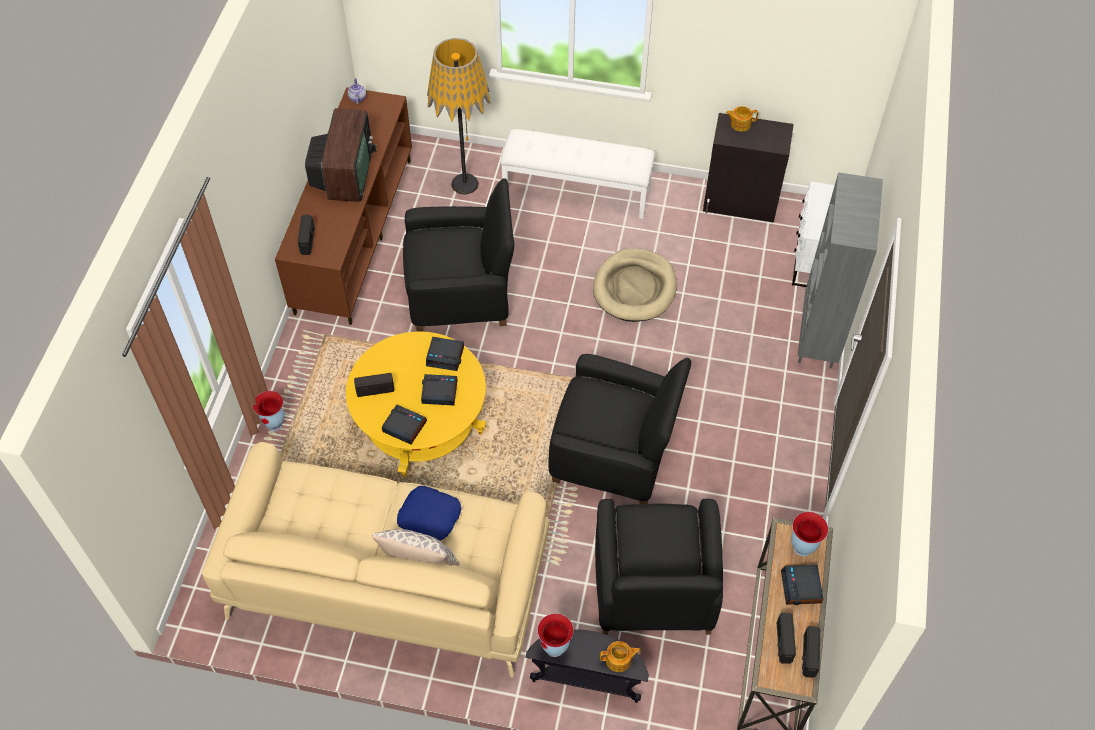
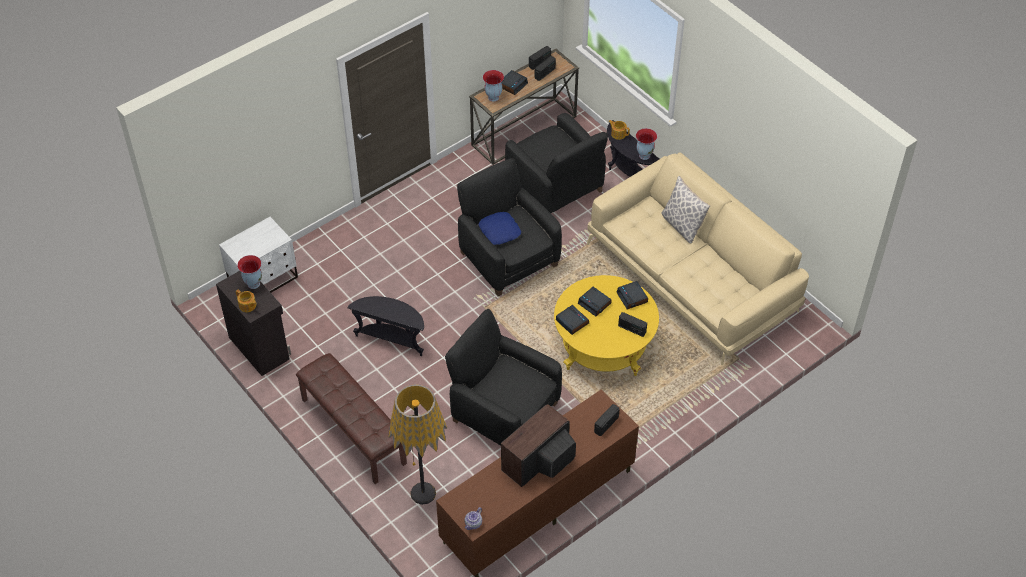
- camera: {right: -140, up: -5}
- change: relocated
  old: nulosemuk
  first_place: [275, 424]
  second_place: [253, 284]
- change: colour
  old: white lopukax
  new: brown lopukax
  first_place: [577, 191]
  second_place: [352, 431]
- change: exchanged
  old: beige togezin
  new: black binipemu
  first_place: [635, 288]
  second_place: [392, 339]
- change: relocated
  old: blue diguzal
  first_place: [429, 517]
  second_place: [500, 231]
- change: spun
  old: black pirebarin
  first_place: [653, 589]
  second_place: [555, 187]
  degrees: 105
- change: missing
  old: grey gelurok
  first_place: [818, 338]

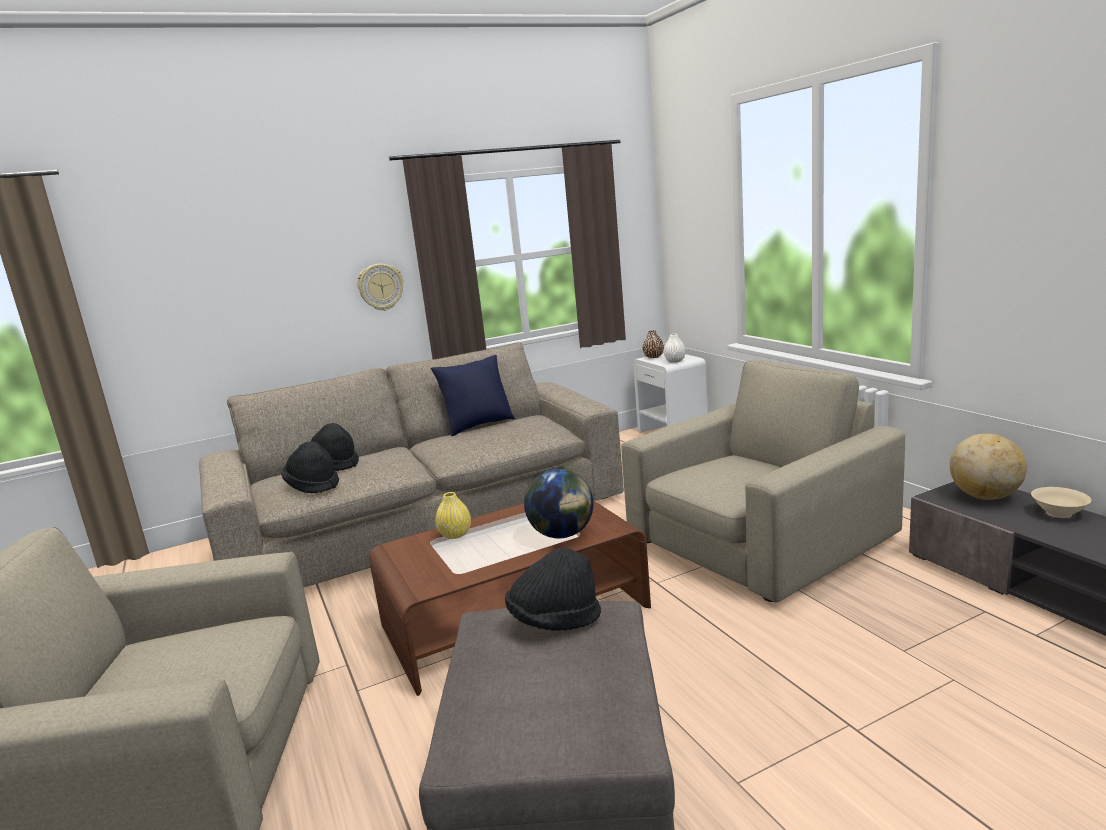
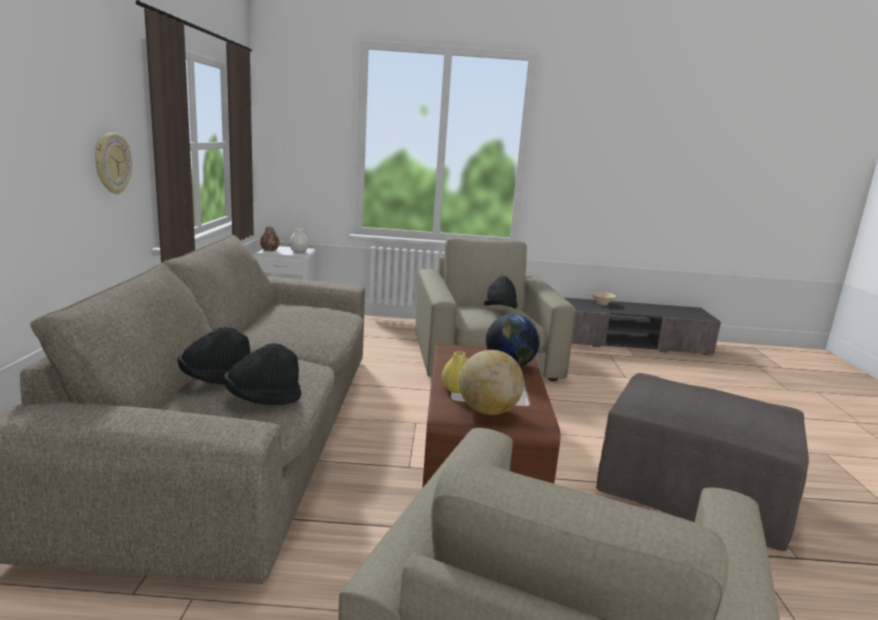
- camera: {right: -65, up: 0}
- change: relocated
  old: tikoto
  first_place: [985, 496]
  second_place: [488, 411]
- change: relocated
  old: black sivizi
  first_place: [555, 620]
  second_place: [500, 310]
- change: missing
  old: blue diguzal
  first_place: [478, 426]

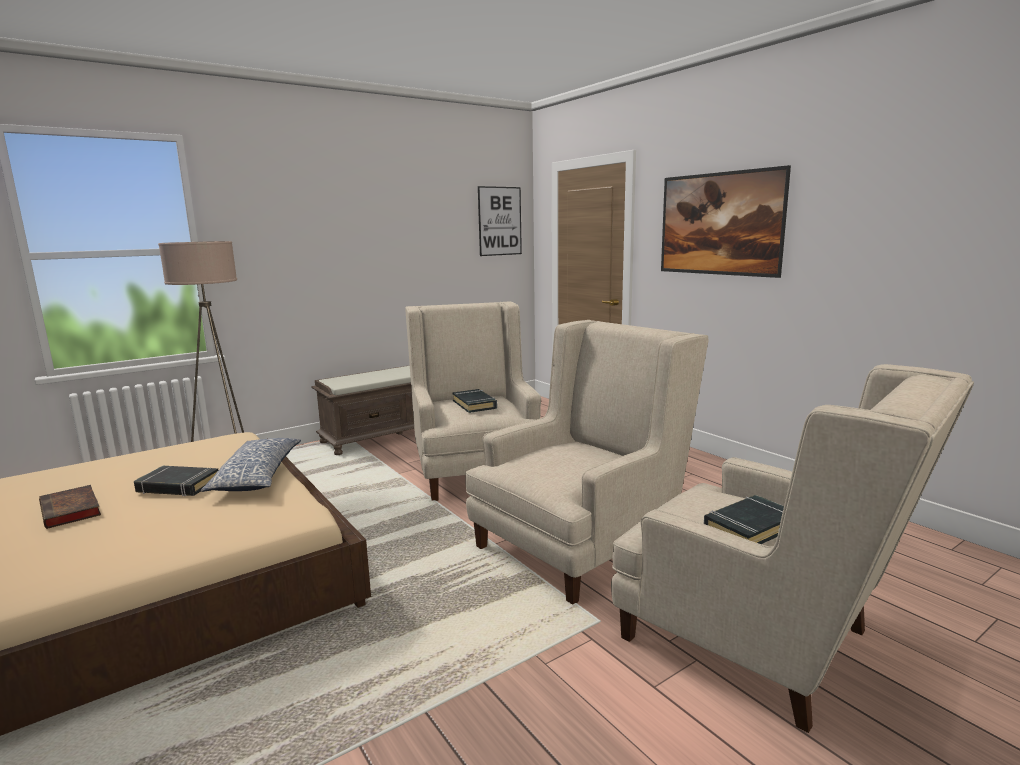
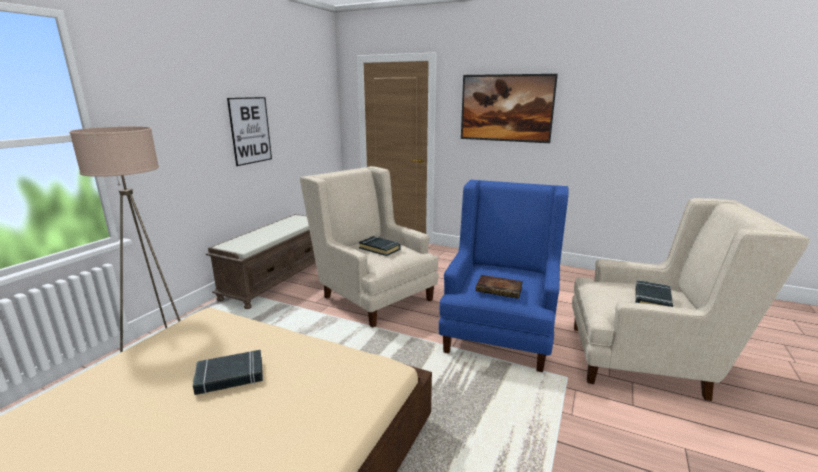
- camera: {right: -30, up: 5}
- change: relocated
  old: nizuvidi
  first_place: [500, 221]
  second_place: [250, 130]
- change: colour
  old: beige pirebarin
  new: blue pirebarin
  first_place: [582, 542]
  second_place: [499, 330]
- change: relocated
  old: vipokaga
  first_place: [71, 511]
  second_place: [500, 289]
- change: missing
  old: diguzal
  first_place: [258, 476]

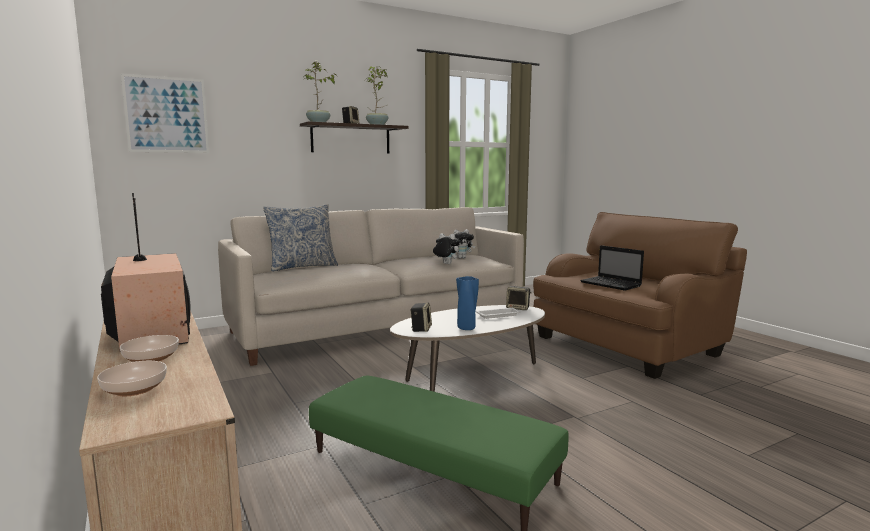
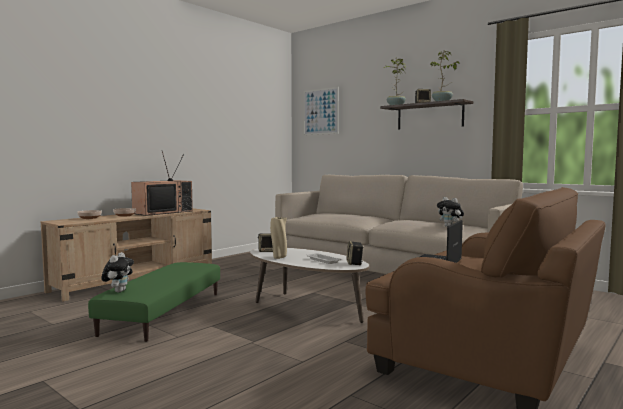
- camera: {right: 70, up: -5}
- change: relocated
  old: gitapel
  first_place: [445, 264]
  second_place: [118, 291]
- change: colour
  old: blue nulosemuk
  new: beige nulosemuk
  first_place: [467, 328]
  second_place: [279, 257]
- change: missing
  old: diguzal
  first_place: [302, 267]

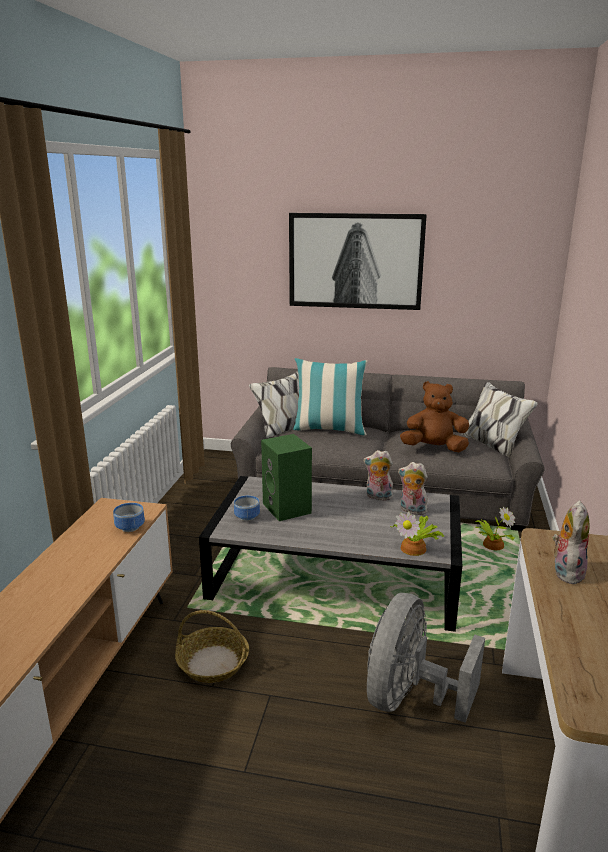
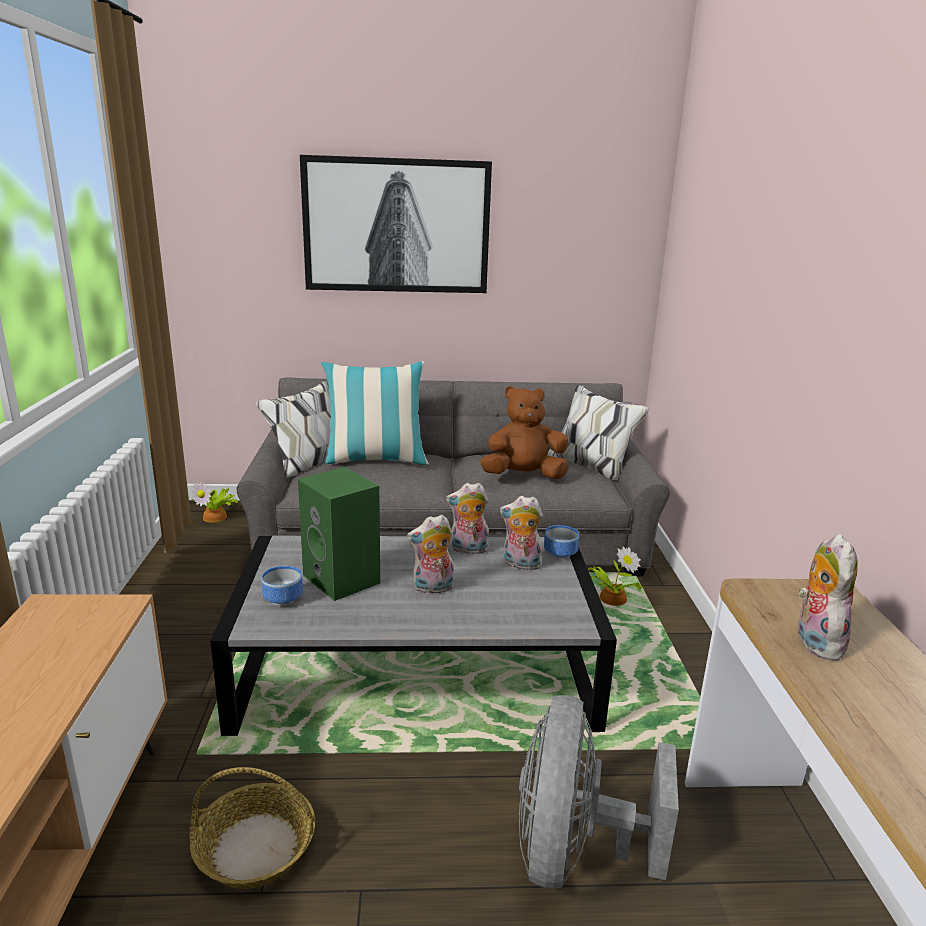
- camera: {right: -15, up: 0}
- change: relocated
  old: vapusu
  first_place: [415, 548]
  second_place: [216, 517]
- change: appeared
  new: gitapel
  second_place: [432, 589]
- change: relocated
  old: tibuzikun
  first_place: [130, 528]
  second_place: [561, 554]

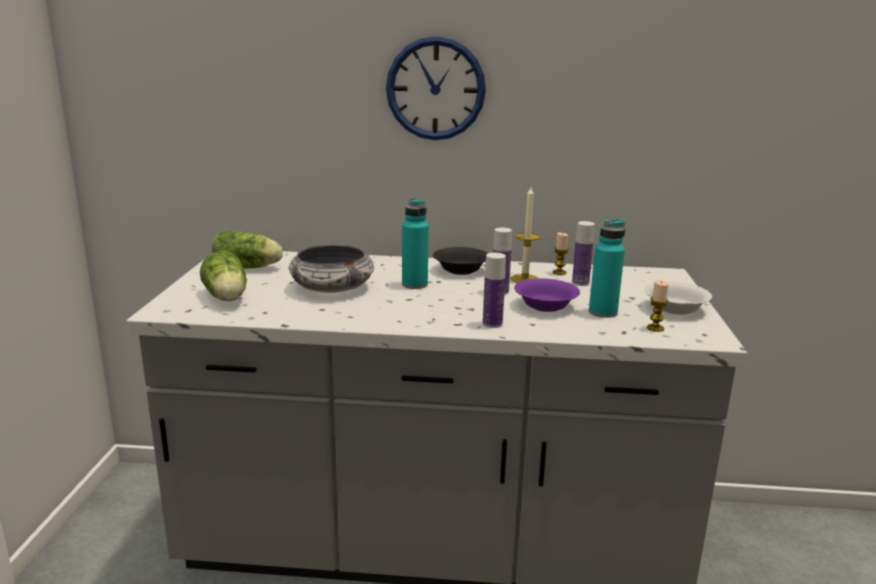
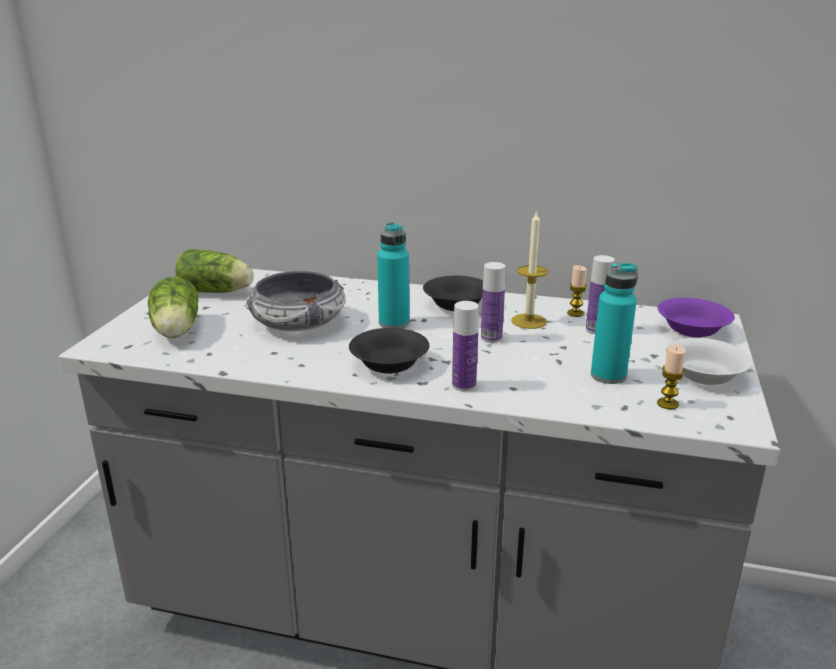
- camera: {right: 10, up: 5}
- change: appeared
  new: black tibuzikun
  second_place: [390, 364]
- change: relocated
  old: purple tibuzikun
  first_place: [544, 306]
  second_place: [691, 330]
- change: missing
  old: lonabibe
  first_place: [435, 89]

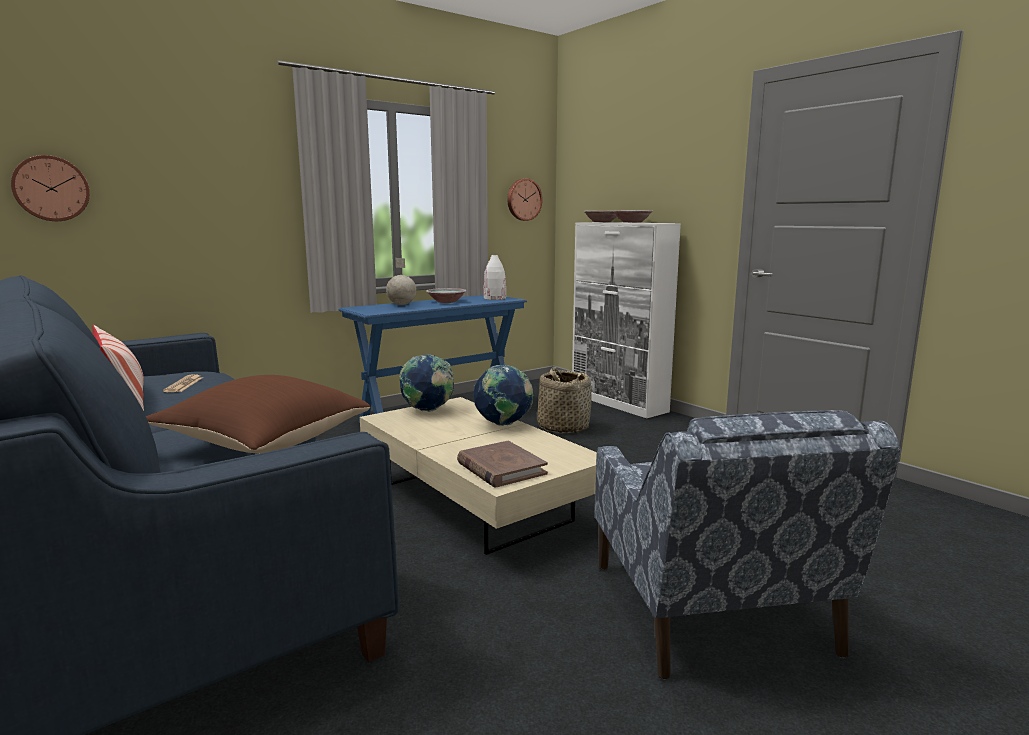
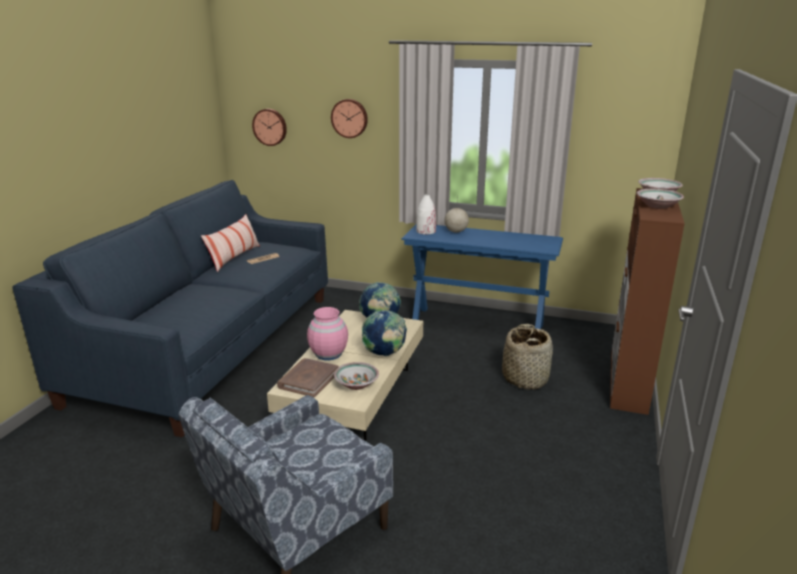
- camera: {right: 55, up: 10}
- change: appeared
  new: pink nulosemuk
  second_place: [328, 354]
- change: relocated
  old: lonabibe
  first_place: [523, 199]
  second_place: [350, 118]
- change: relocated
  old: tibuzikun
  first_place: [446, 302]
  second_place: [356, 384]
- change: relocated
  old: white nulosemuk
  first_place: [494, 298]
  second_place: [425, 231]
- change: colour
  old: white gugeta
  new: brown gugeta
  first_place: [618, 403]
  second_place: [628, 382]
- change: missing
  old: brown diguzal
  first_place: [261, 445]

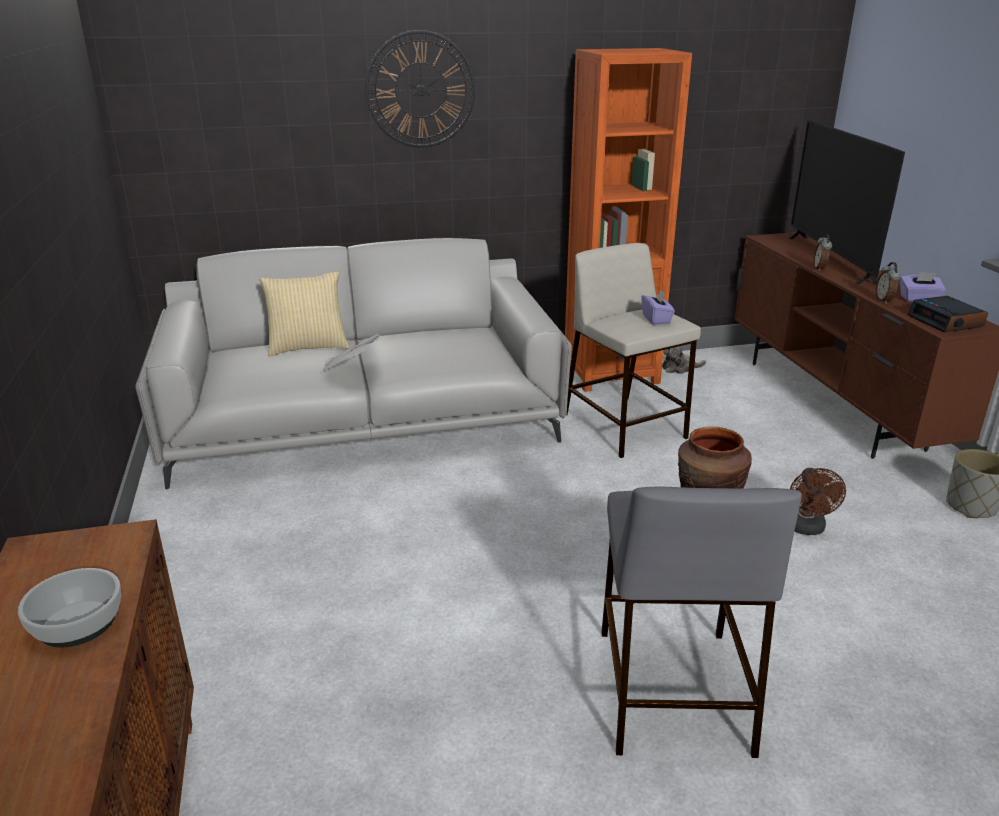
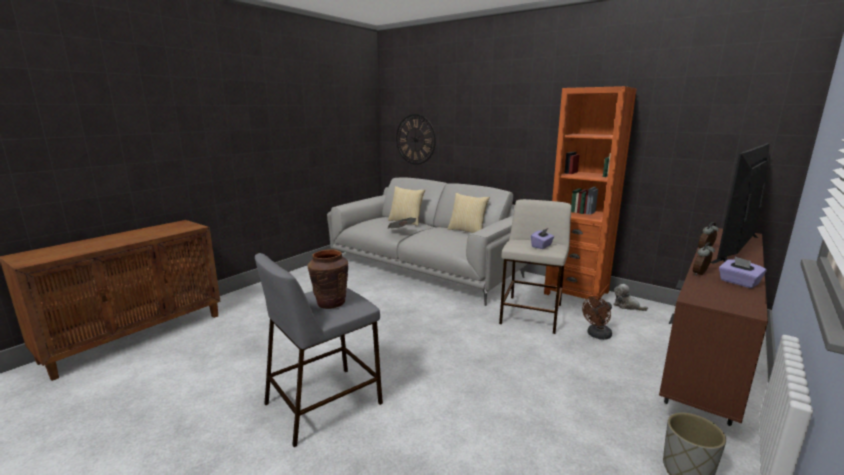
- camera: {right: 50, up: -10}
- change: relocated
  old: lonabibe
  first_place: [420, 90]
  second_place: [415, 139]
- change: appeared
  new: diguzal
  second_place: [467, 231]
- change: relocated
  old: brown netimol
  first_place: [806, 529]
  second_place: [597, 335]
- change: missing
  old: tibuzikun
  first_place: [76, 623]
- change: missing
  old: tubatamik
  first_place: [946, 321]

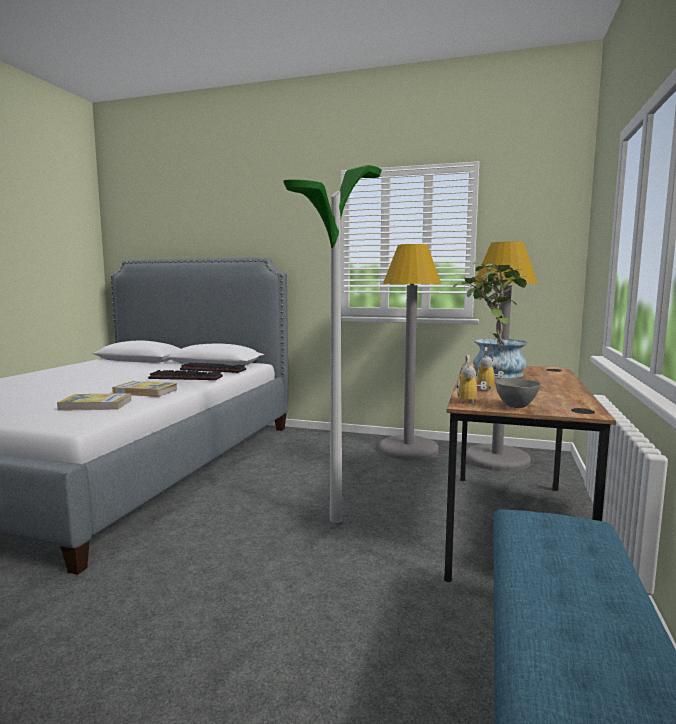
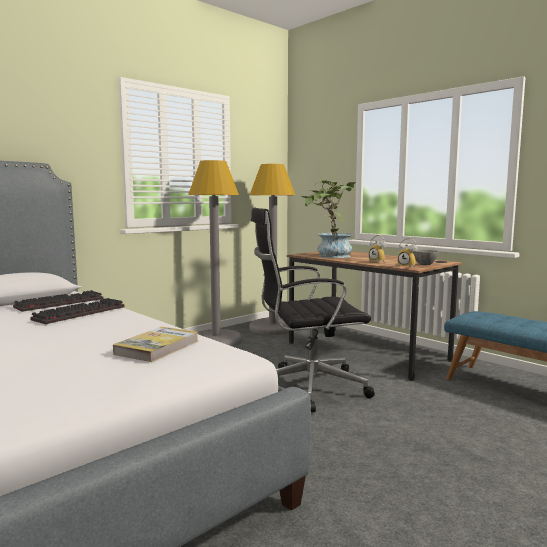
- camera: {right: -60, up: 0}
- change: exchanged
  old: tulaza
  new: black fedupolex
  first_place: [335, 519]
  second_place: [307, 387]
- change: missing
  old: vipokaga
  first_place: [145, 391]

